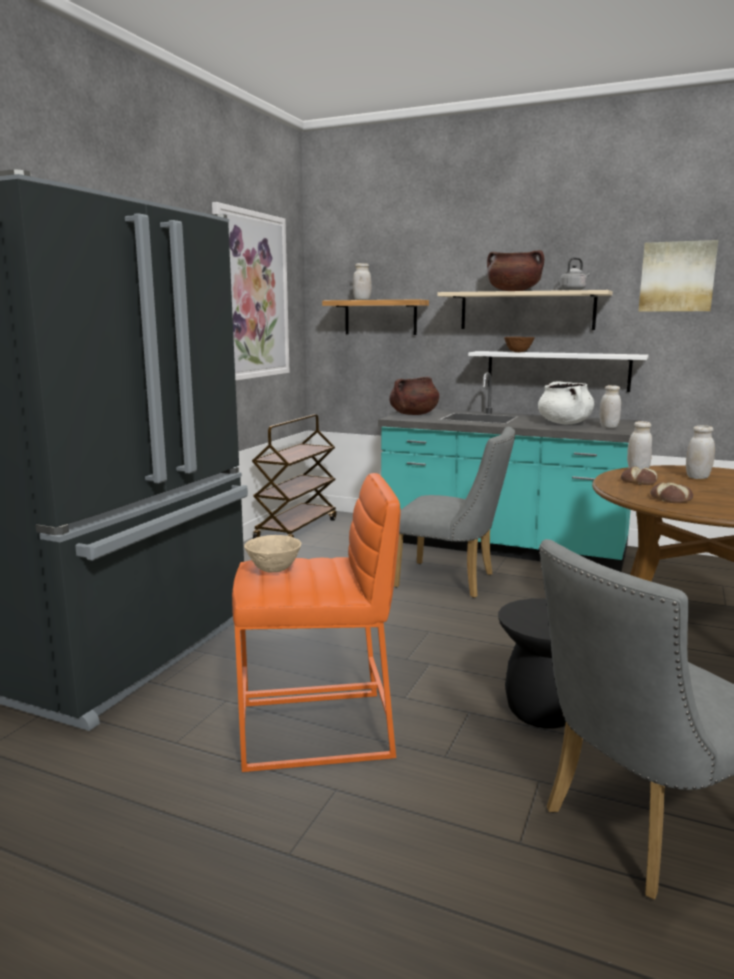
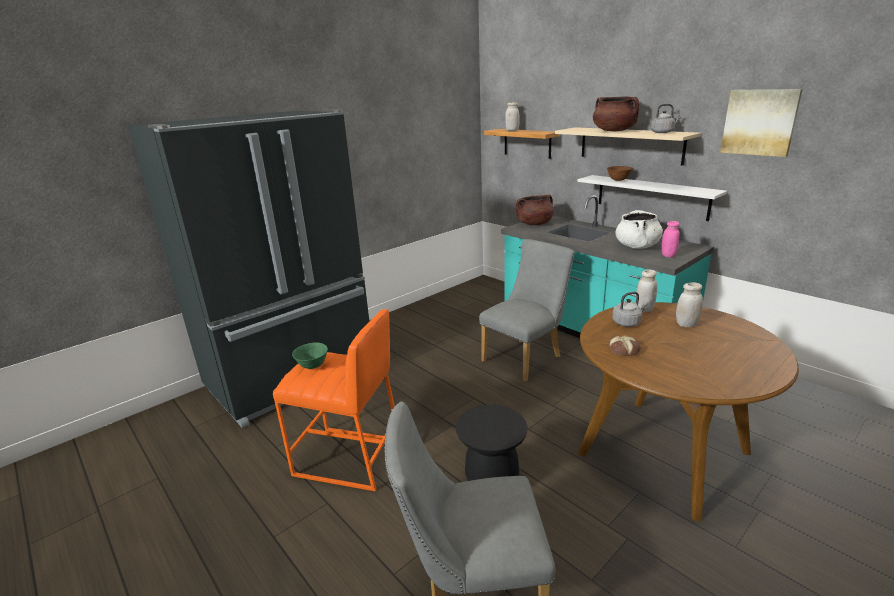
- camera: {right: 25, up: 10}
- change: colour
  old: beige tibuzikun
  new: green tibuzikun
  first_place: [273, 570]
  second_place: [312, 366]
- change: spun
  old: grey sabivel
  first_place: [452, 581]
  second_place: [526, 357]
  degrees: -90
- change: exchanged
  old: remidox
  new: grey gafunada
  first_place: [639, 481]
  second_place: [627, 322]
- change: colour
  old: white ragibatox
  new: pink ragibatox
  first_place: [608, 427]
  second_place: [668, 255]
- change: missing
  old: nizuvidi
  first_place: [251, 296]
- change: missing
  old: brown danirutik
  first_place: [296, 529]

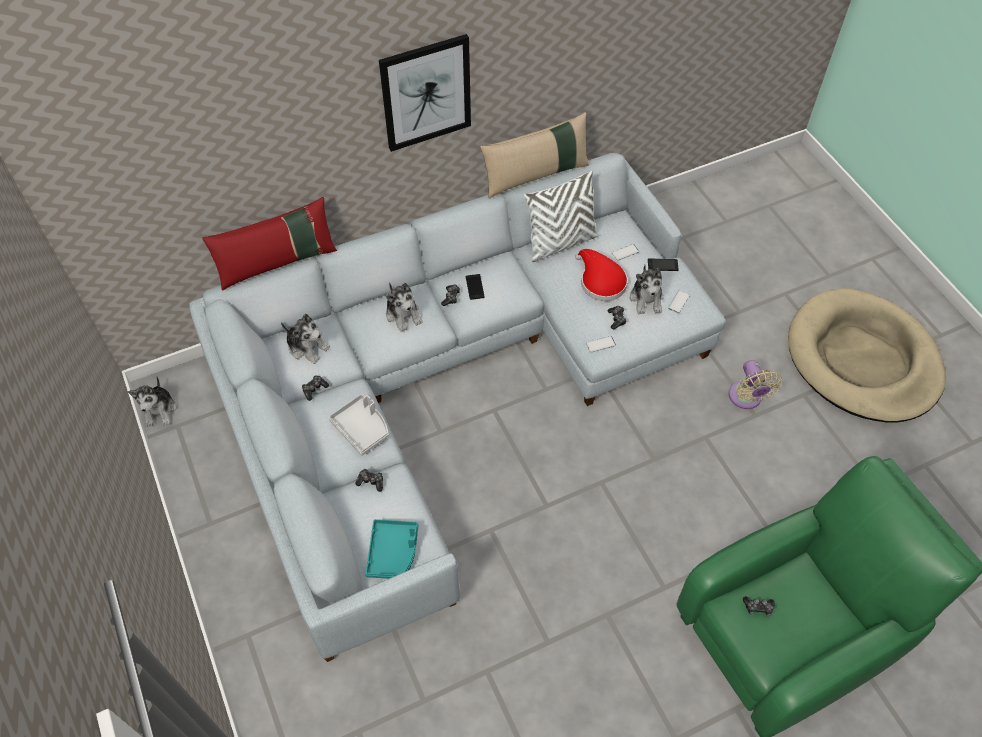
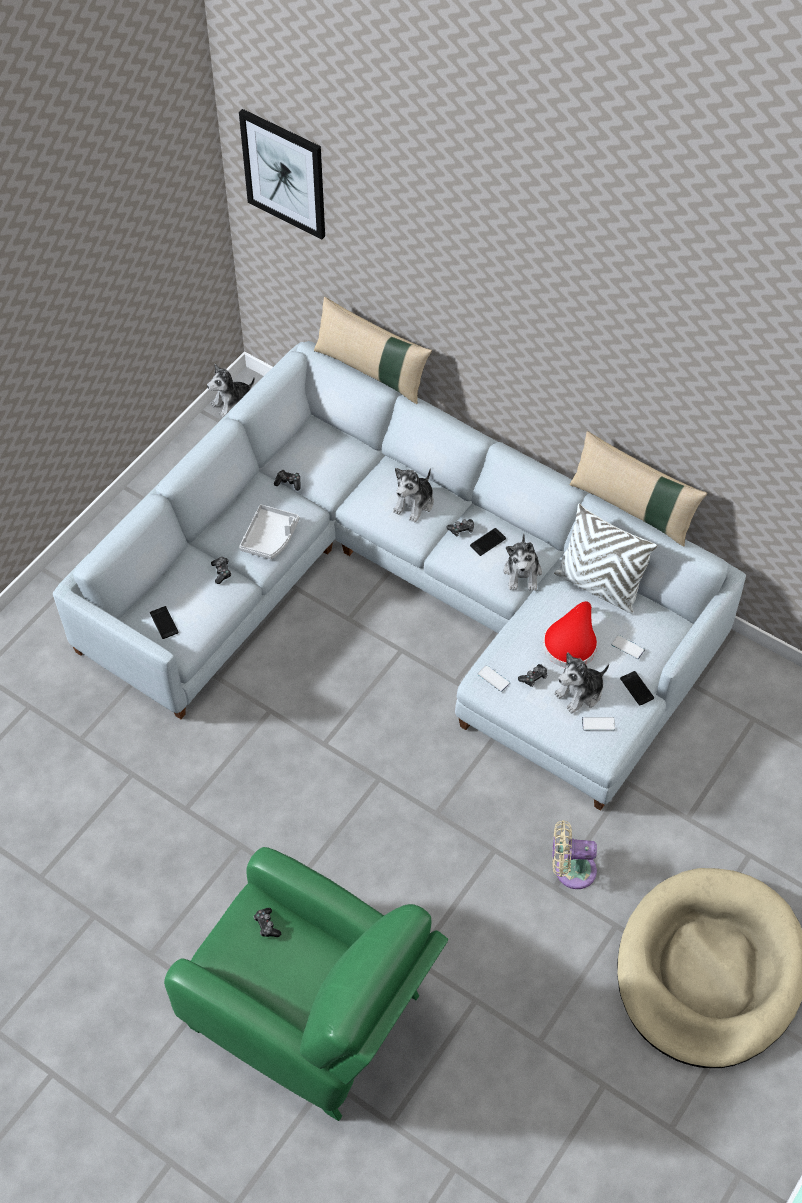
- camera: {right: 60, up: 0}
- change: exchanged
  old: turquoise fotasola
  new: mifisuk
  first_place: [393, 552]
  second_place: [164, 623]
- change: relocated
  old: nizuvidi
  first_place: [426, 93]
  second_place: [284, 173]
- change: colour
  old: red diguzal
  new: beige diguzal
  first_place: [278, 263]
  second_place: [372, 371]
- change: relocated
  old: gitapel
  first_place: [307, 347]
  second_place: [522, 573]
- change: spun
  old: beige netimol
  first_place: [746, 398]
  second_place: [571, 870]
  degrees: 45

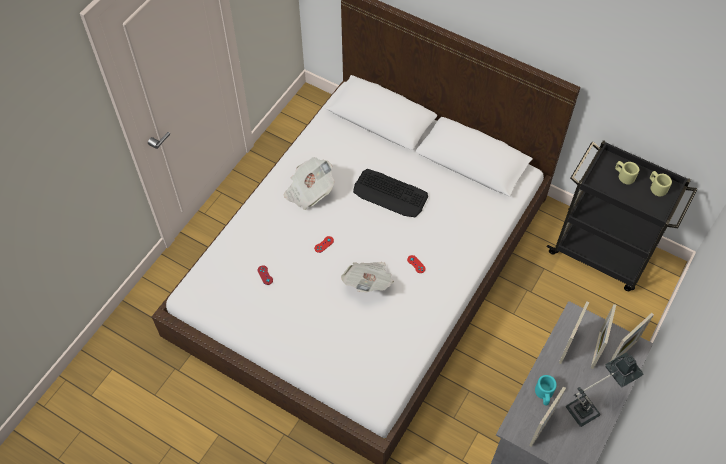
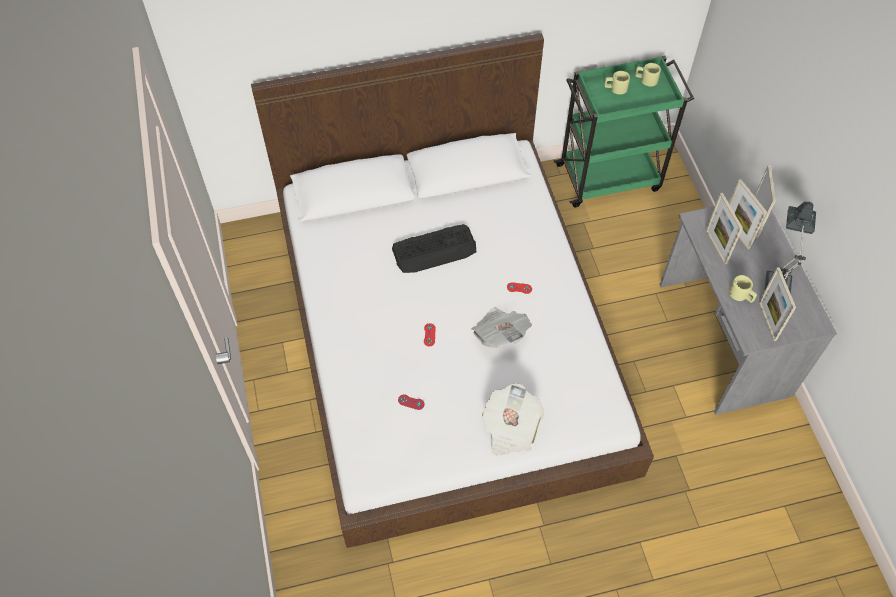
- camera: {right: -45, up: 0}
- change: relocated
  old: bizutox
  first_place: [309, 191]
  second_place: [510, 428]
- change: colour
  old: black danirutik
  new: green danirutik
  first_place: [602, 253]
  second_place: [610, 177]
- change: colour
  old: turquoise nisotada
  new: beige nisotada
  first_place: [544, 394]
  second_place: [741, 295]

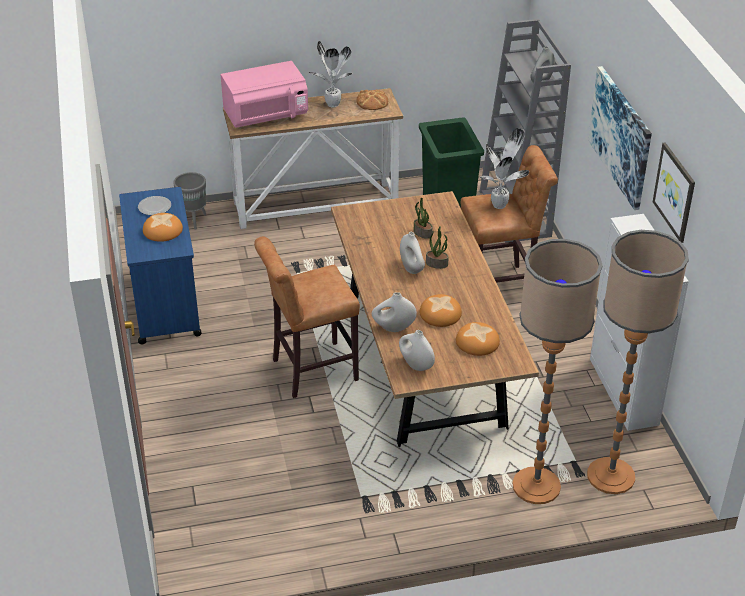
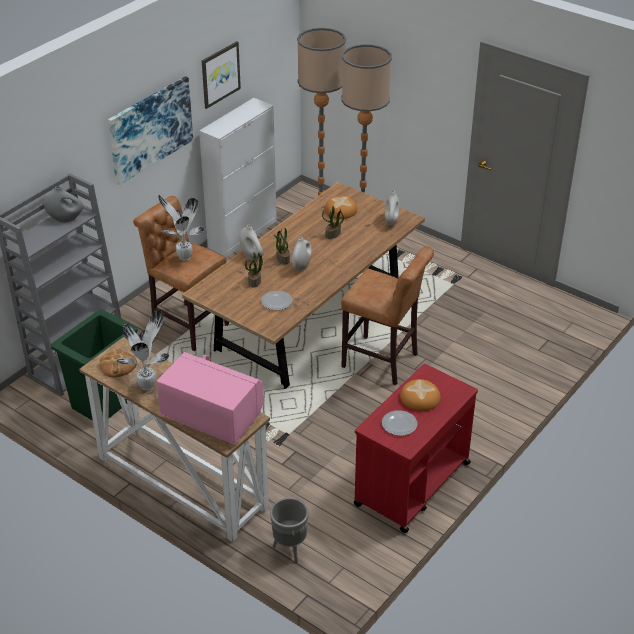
- camera: {right: -130, up: 0}
- change: relocated
  old: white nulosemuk
  first_place: [393, 328]
  second_place: [251, 256]
- change: appeared
  new: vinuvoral
  second_place: [276, 301]
- change: exchanged
  old: remidox
  new: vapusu
  first_place: [440, 313]
  second_place: [333, 234]
- change: colour
  old: blue danirutik
  new: red danirutik
  first_place: [165, 303]
  second_place: [411, 484]

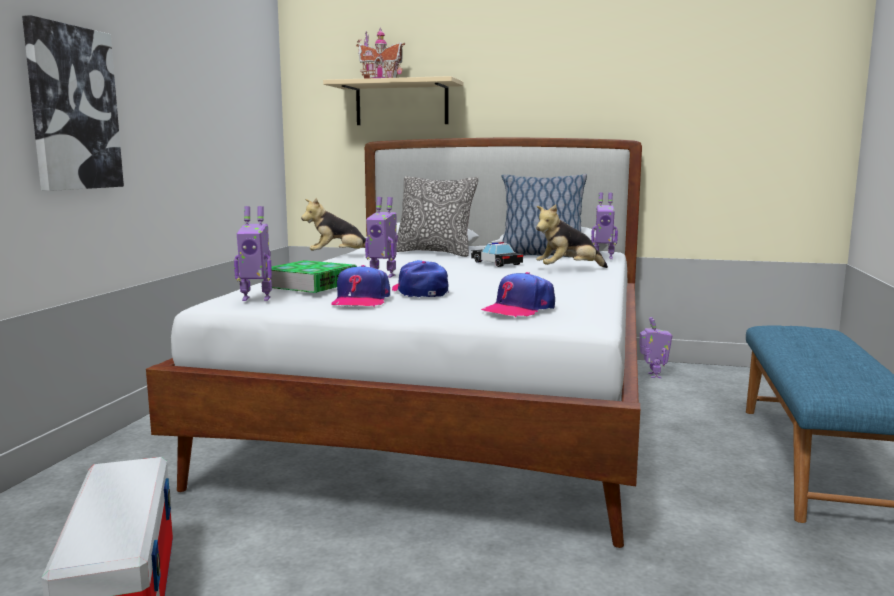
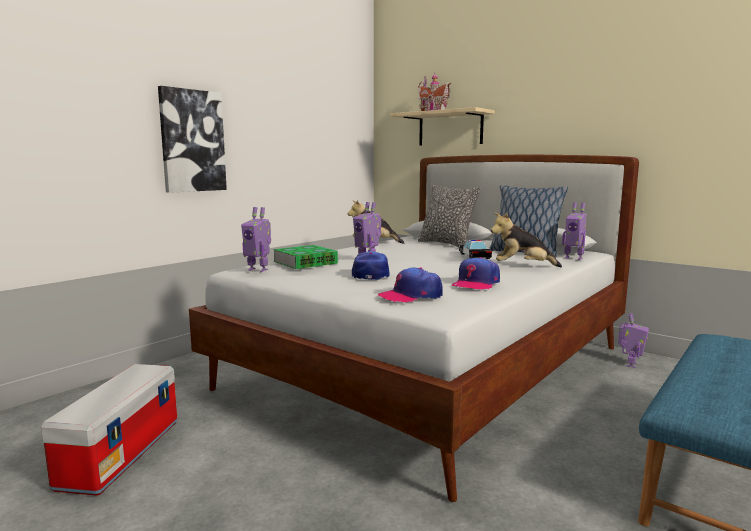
- camera: {right: 25, up: 0}
- change: relocated
  old: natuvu
  first_place: [361, 300]
  second_place: [475, 284]

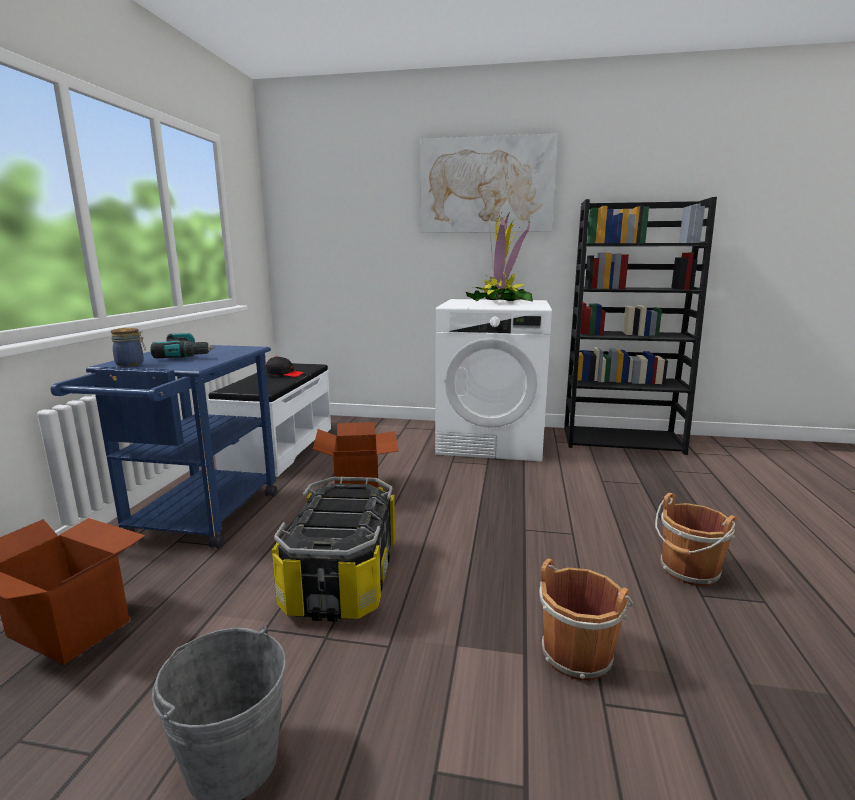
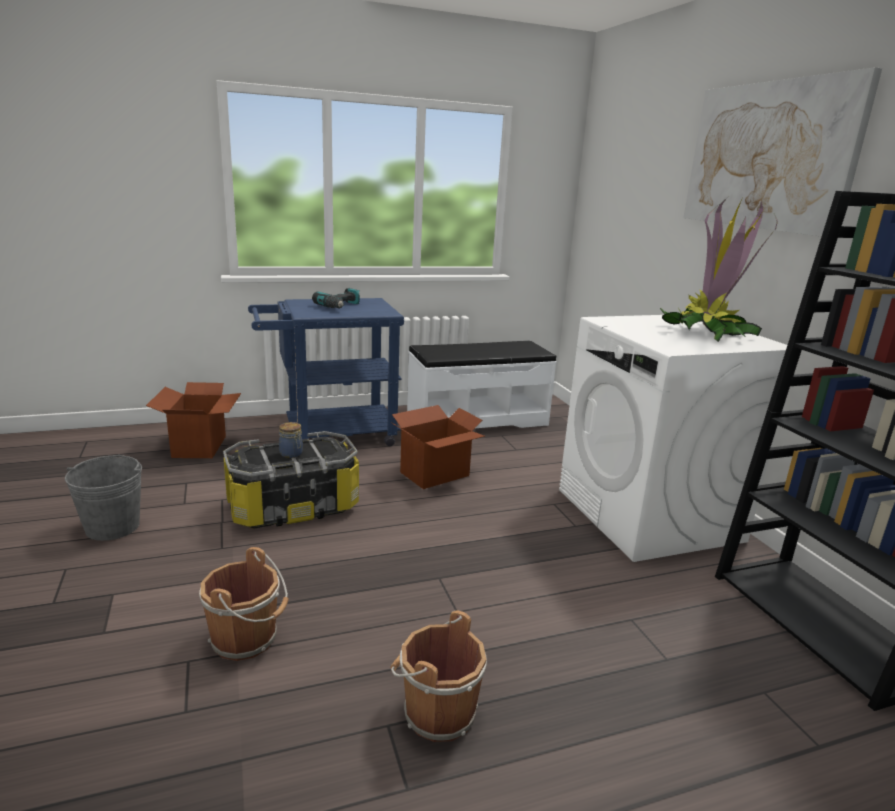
- camera: {right: 60, up: 5}
- change: relocated
  old: ragibatox
  first_place: [131, 364]
  second_place: [292, 454]
- change: missing
  old: black natuvu
  first_place: [284, 374]

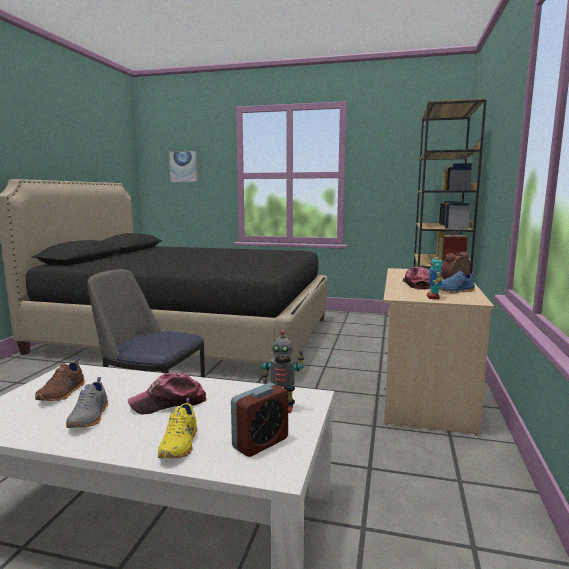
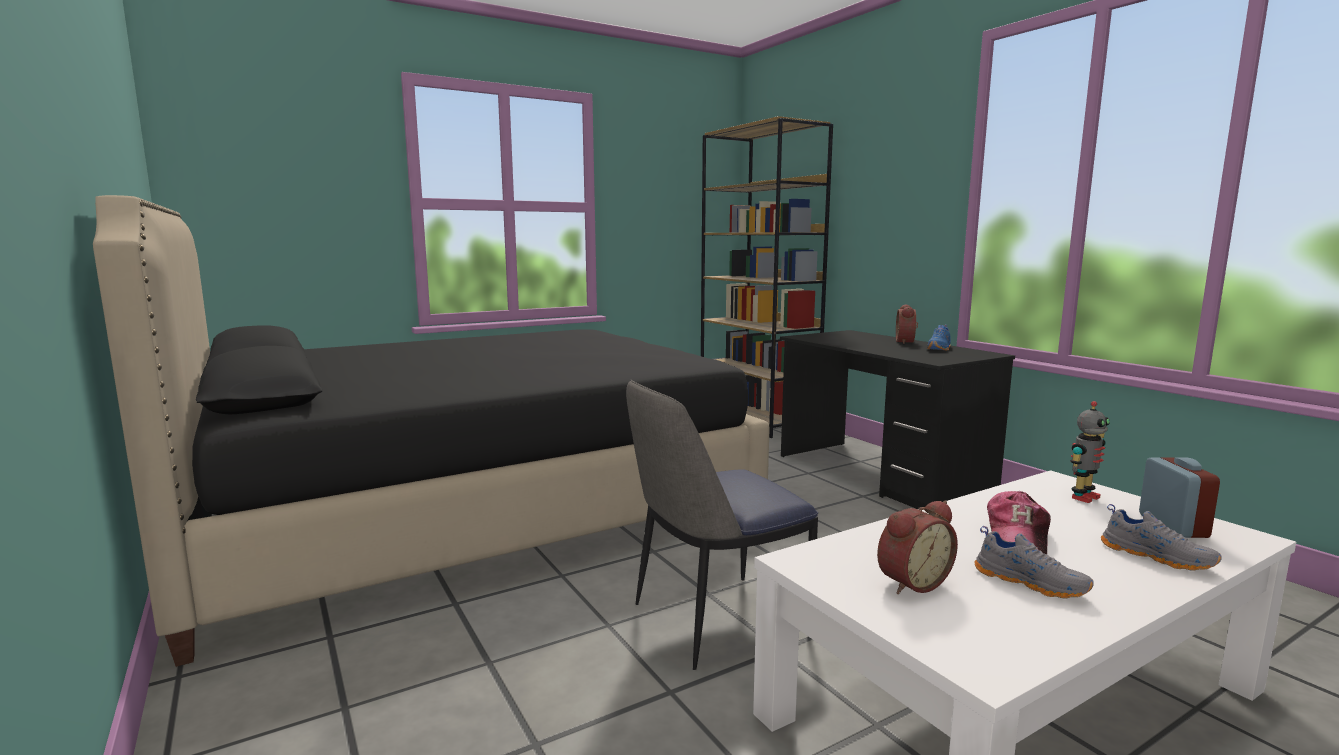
- camera: {right: -45, up: 0}
- change: colour
  old: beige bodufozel
  new: black bodufozel
  first_place: [424, 389]
  second_place: [880, 476]
- change: exchanged
  old: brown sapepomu
  new: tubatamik
  first_place: [63, 393]
  second_place: [910, 582]
- change: colour
  old: yellow sapepomu
  new: grey sapepomu
  first_place: [180, 445]
  second_place: [1157, 557]
- change: missing
  old: nizuvidi
  first_place: [183, 167]
- change: missing
  old: natuvu
  first_place: [416, 284]
- change: missing
  old: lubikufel
  first_place: [433, 297]

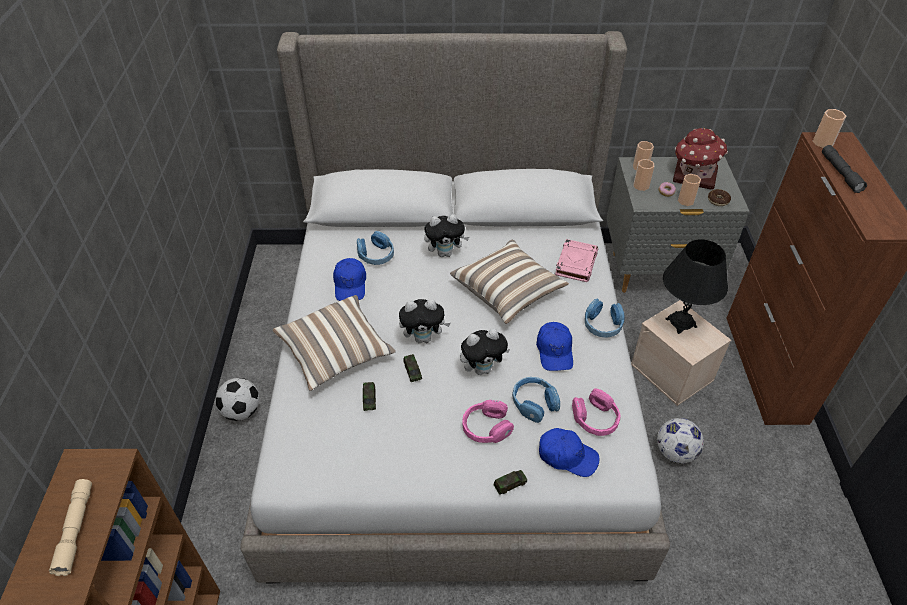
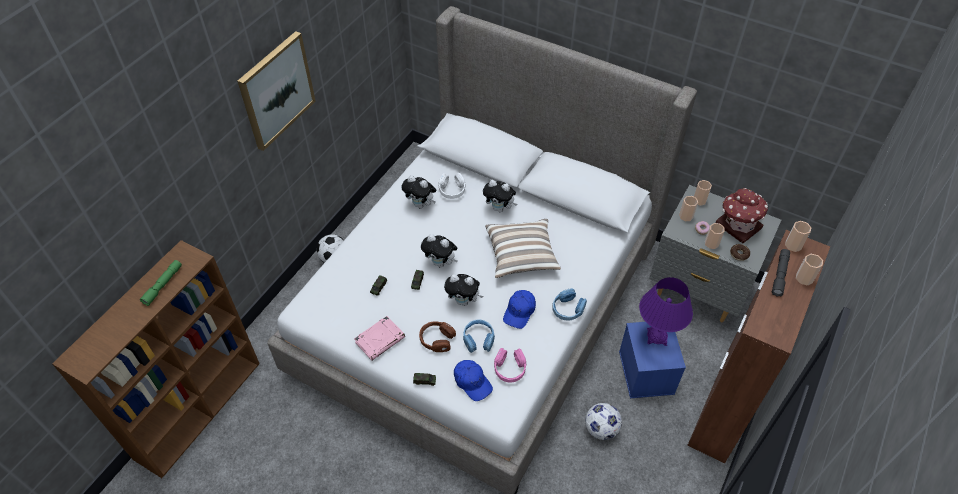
- camera: {right: 30, up: 5}
- change: colour
  old: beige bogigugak
  new: green bogigugak
  first_place: [76, 529]
  second_place: [163, 285]
- change: appeared
  new: nizuvidi
  second_place: [276, 90]
- change: relocated
  old: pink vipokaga
  first_place: [576, 263]
  second_place: [380, 339]
- change: exchanged
  old: blue natuvu
  new: gitapel
  first_place: [350, 284]
  second_place: [421, 204]
- change: colour
  old: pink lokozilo
  new: brown lokozilo
  first_place: [486, 428]
  second_place: [437, 340]
- change: colour
  old: blue lokozilo
  new: white lokozilo
  first_place: [376, 255]
  second_place: [452, 190]
- change: colour
  old: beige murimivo
  new: blue murimivo
  first_place: [673, 372]
  second_place: [647, 373]
- change: colour
  old: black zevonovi
  new: purple zevonovi
  first_place: [681, 323]
  second_place: [657, 337]
- change: appeared
  new: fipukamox
  second_place: [804, 278]
- change: missing
  old: diguzal
  first_place: [336, 353]

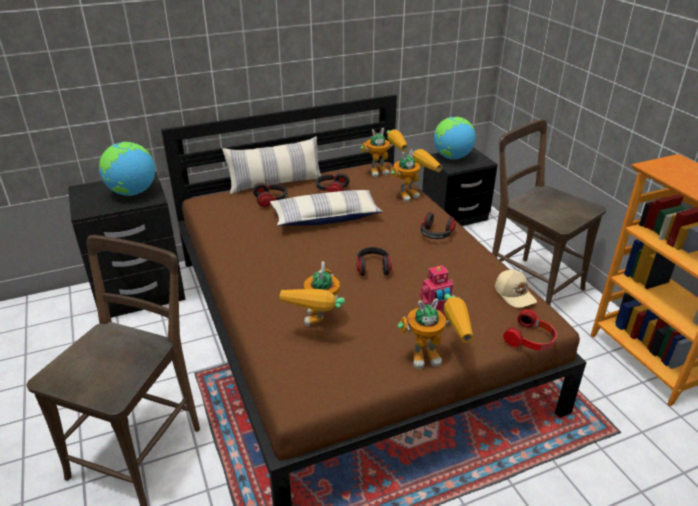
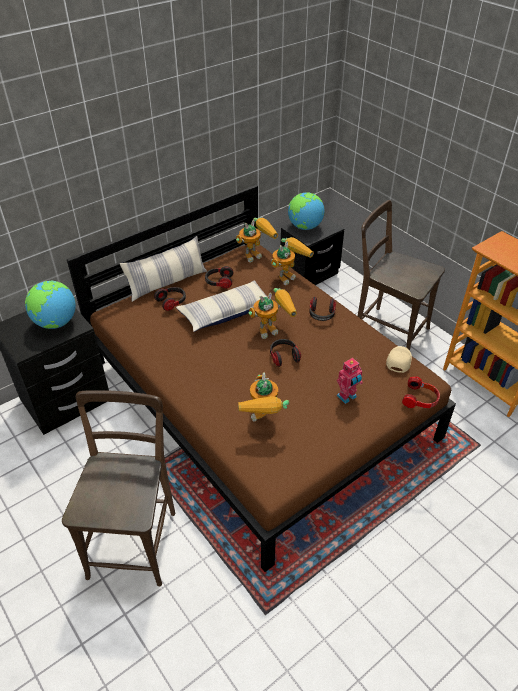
- camera: {right: -15, up: 10}
- change: relocated
  old: lubikufel
  first_place: [435, 355]
  second_place: [273, 328]
- change: spun
  old: beige natuvu
  first_place: [515, 294]
  second_place: [398, 361]
  degrees: -120

